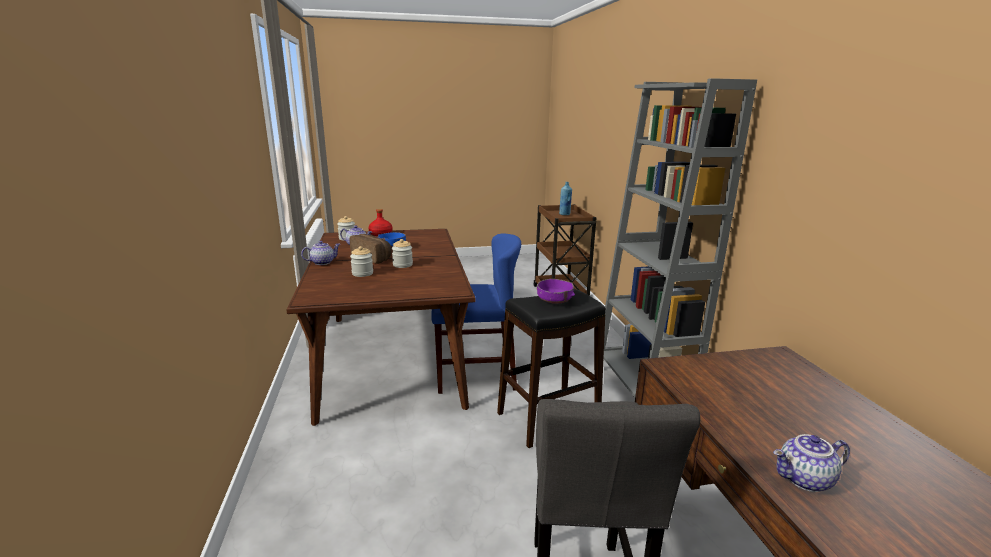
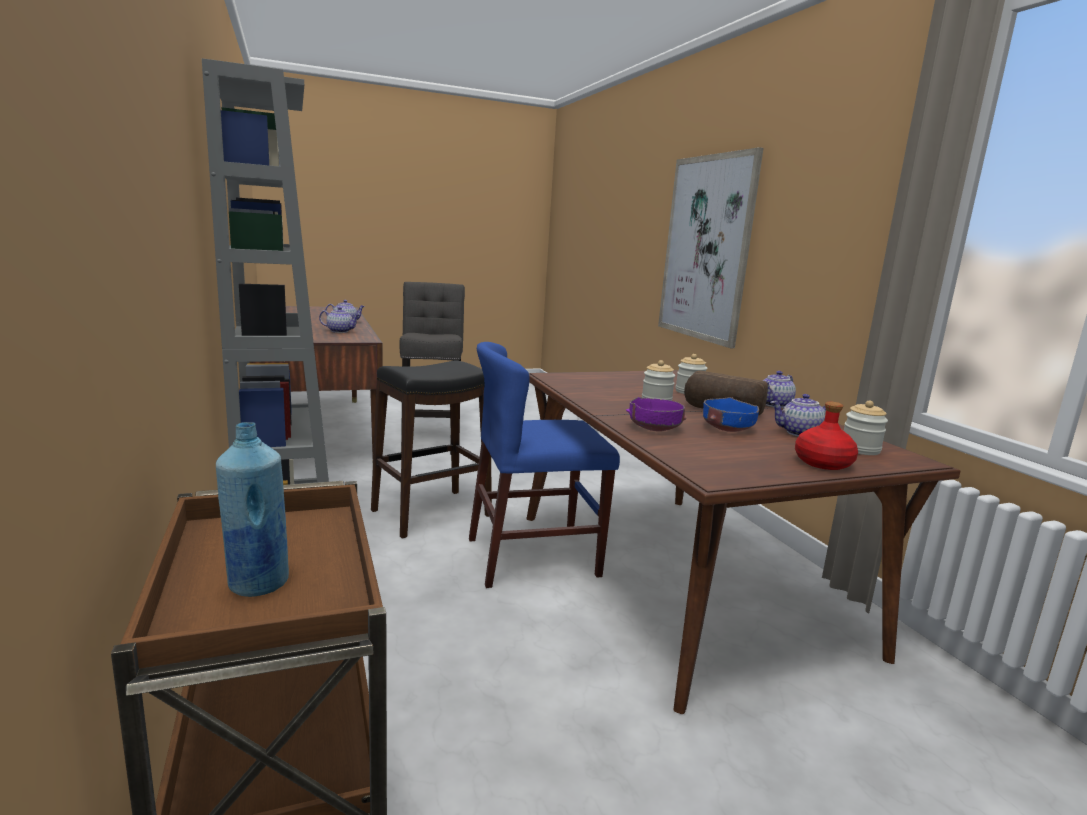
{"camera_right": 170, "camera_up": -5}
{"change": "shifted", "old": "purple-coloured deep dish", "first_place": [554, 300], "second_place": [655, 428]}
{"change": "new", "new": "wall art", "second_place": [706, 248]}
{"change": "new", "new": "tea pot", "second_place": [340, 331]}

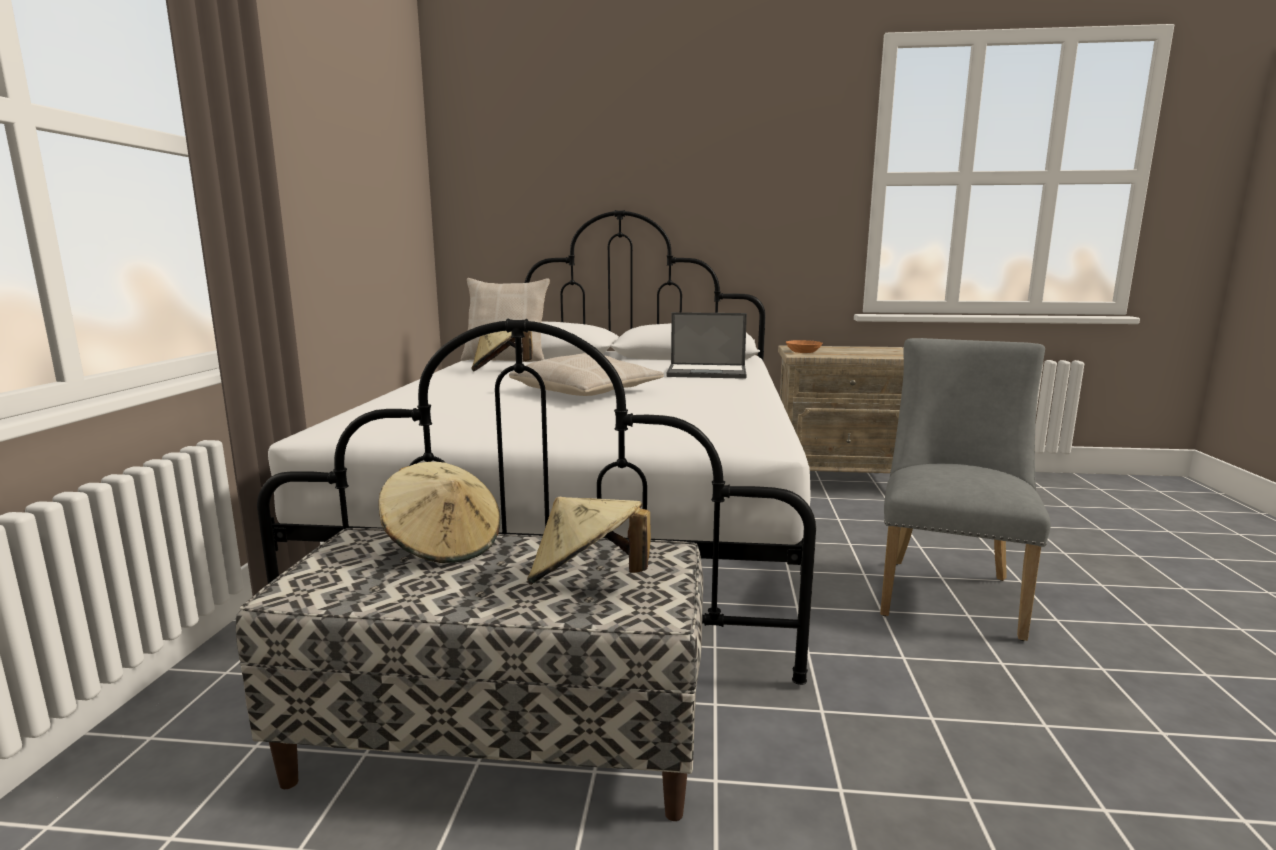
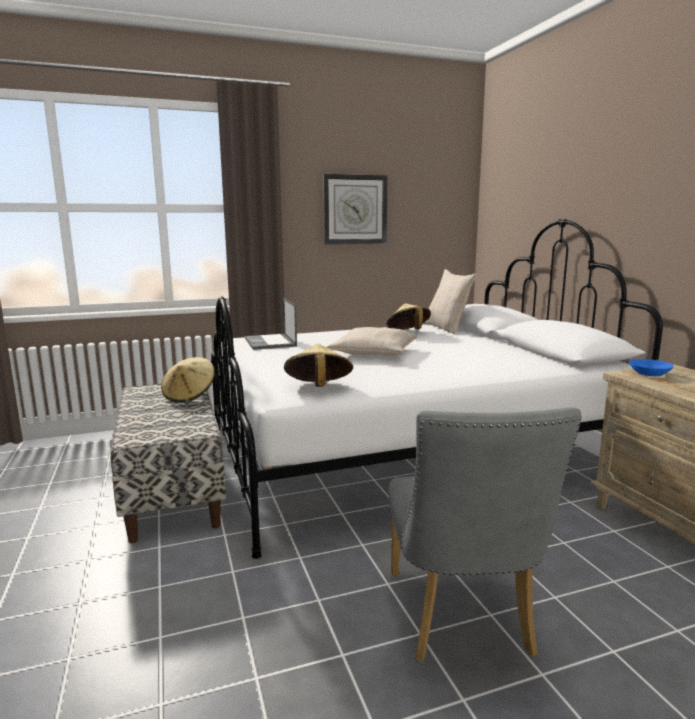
{"camera_right": 65, "camera_up": 0}
{"change": "shifted", "old": "laptop", "first_place": [708, 372], "second_place": [270, 342]}
{"change": "rotated", "old": "gray upright chair", "first_place": [949, 591], "second_place": [462, 620], "degrees": 90}
{"change": "repainted", "old": "orangey deep dish", "new": "bluish deep dish", "first_place": [802, 352], "second_place": [648, 373]}
{"change": "shifted", "old": "beige hat", "first_place": [587, 581], "second_place": [318, 388]}
{"change": "new", "new": "wall clock", "second_place": [354, 209]}

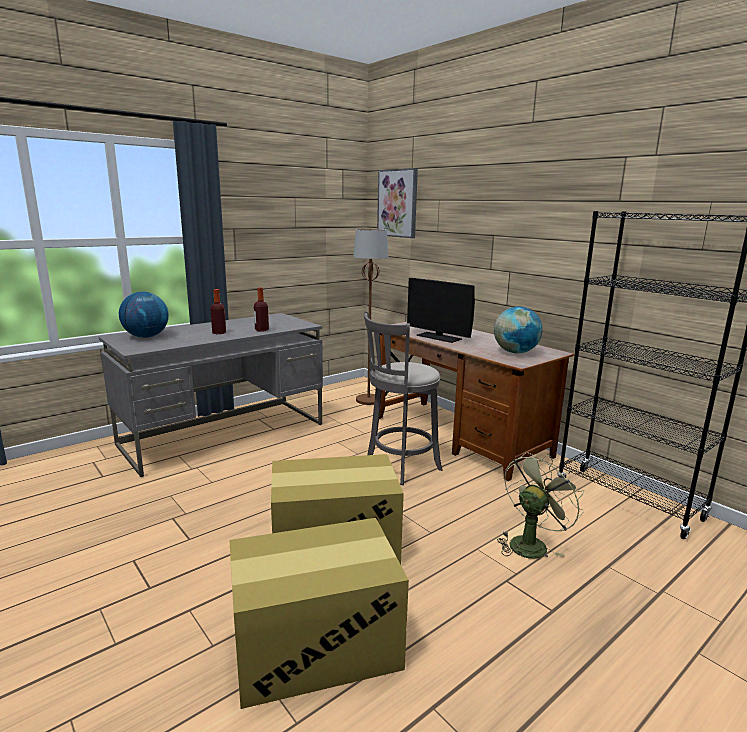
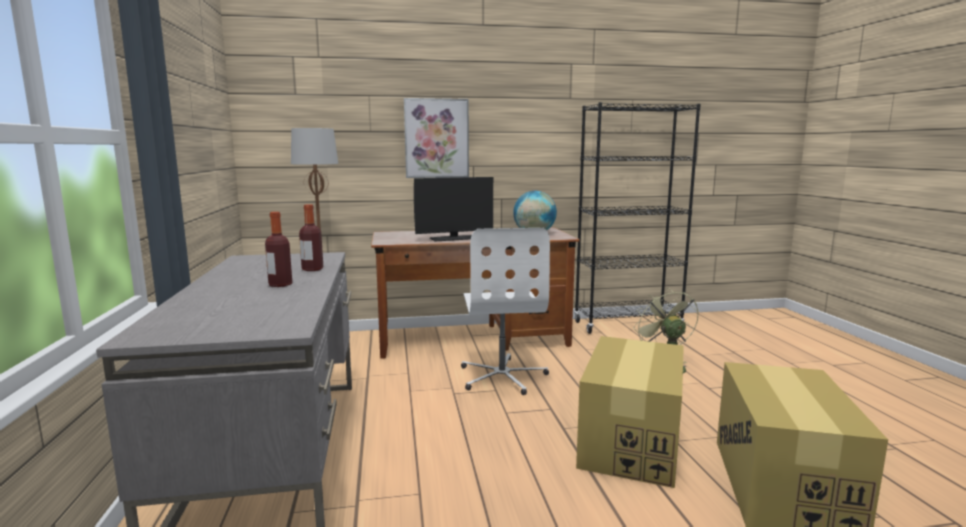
{"camera_right": -60, "camera_up": -5}
{"change": "shifted", "old": "wall art", "first_place": [398, 203], "second_place": [436, 138]}
{"change": "gone", "old": "desk globe", "first_place": [146, 337]}
{"change": "swapped", "old": "gray stool seat", "new": "white-coloured office chair", "first_place": [399, 466], "second_place": [502, 376]}

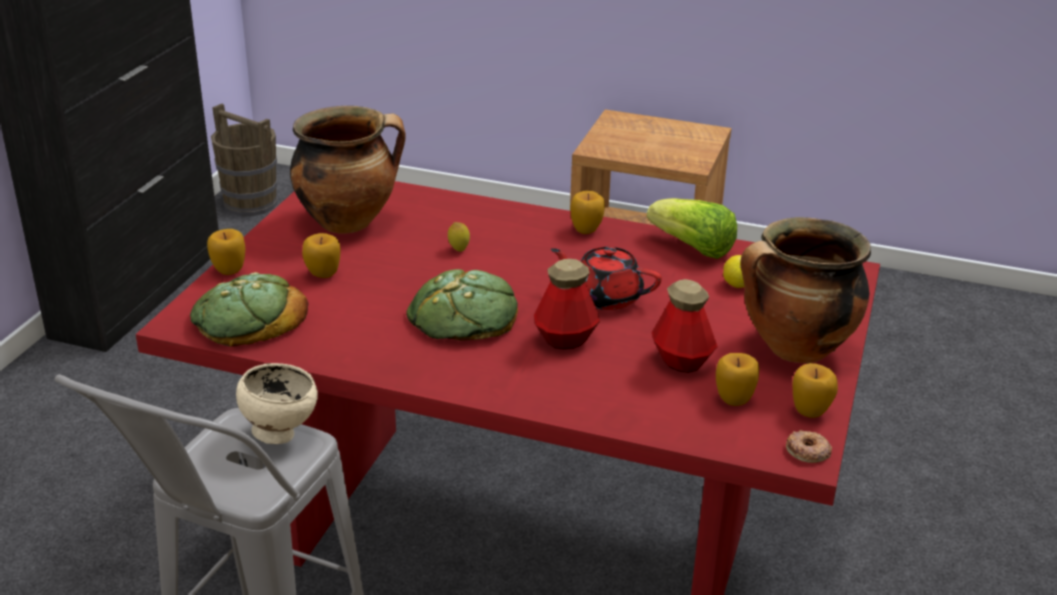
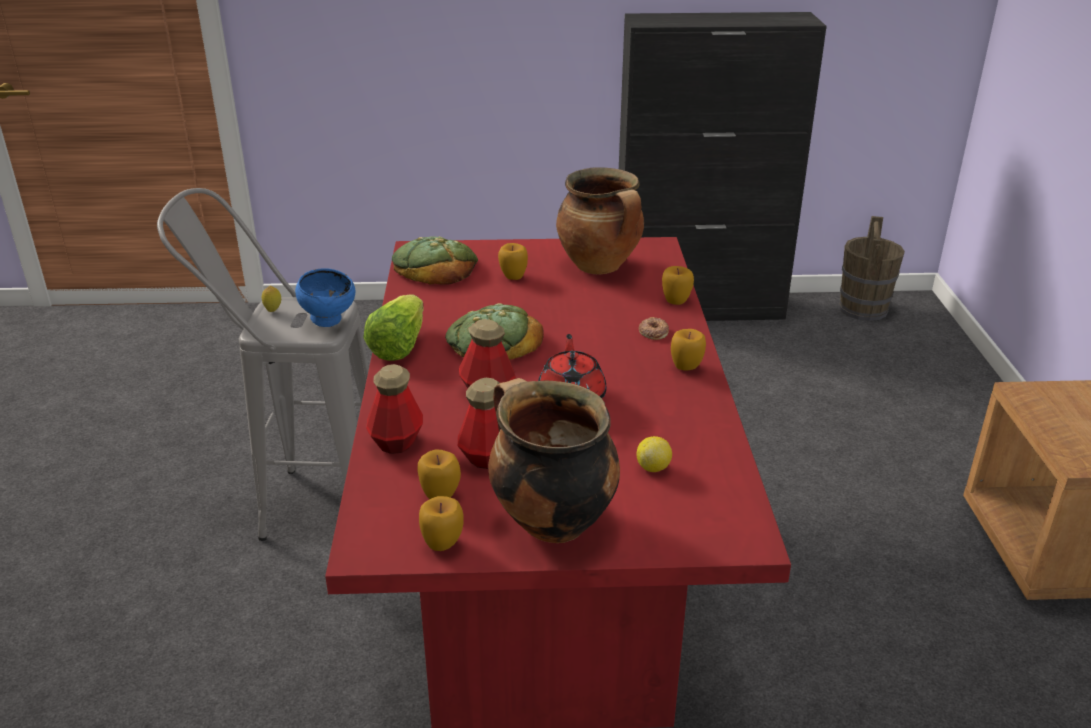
{"camera_right": 70, "camera_up": 0}
{"change": "shifted", "old": "lettuce", "first_place": [693, 248], "second_place": [398, 346]}
{"change": "shifted", "old": "whole lemon", "first_place": [458, 250], "second_place": [273, 310]}
{"change": "shifted", "old": "apple", "first_place": [229, 270], "second_place": [676, 301]}
{"change": "repainted", "old": "beige deep dish", "new": "bluish deep dish", "first_place": [279, 433], "second_place": [329, 322]}
{"change": "shifted", "old": "donut", "first_place": [807, 451], "second_place": [653, 332]}
{"change": "new", "new": "drink bottle", "second_place": [396, 442]}

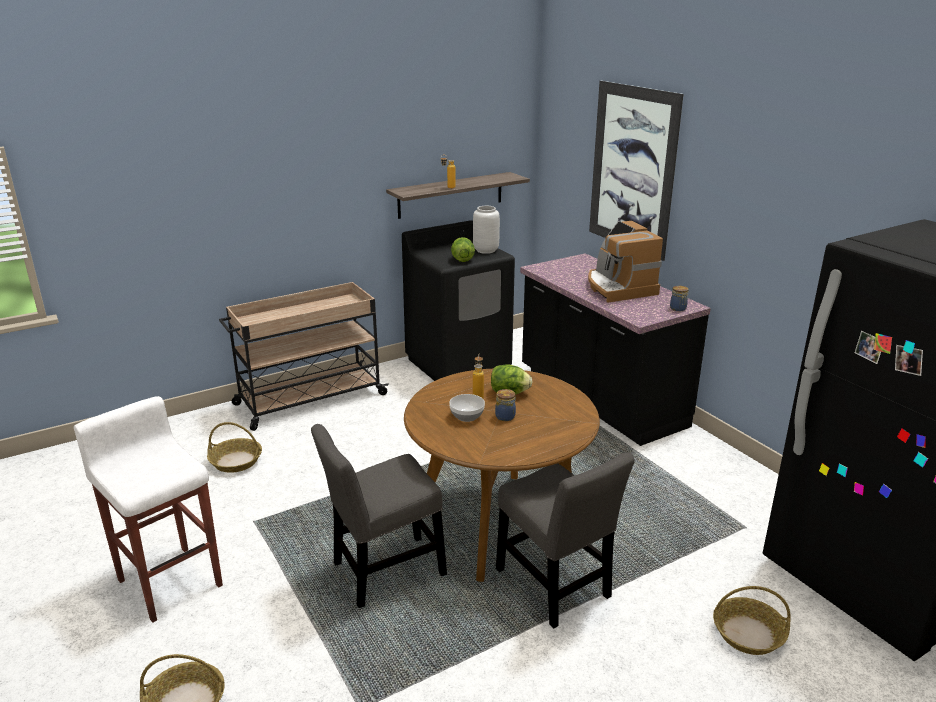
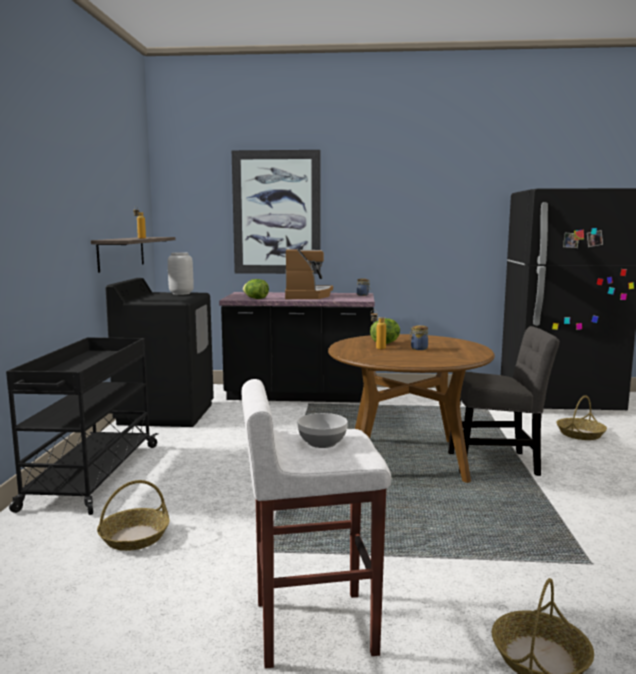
{"camera_right": -55, "camera_up": -15}
{"change": "rotated", "old": "coffee maker", "first_place": [618, 288], "second_place": [307, 296], "degrees": -105}
{"change": "shifted", "old": "lettuce", "first_place": [462, 260], "second_place": [256, 298]}
{"change": "repainted", "old": "beige cart", "new": "blackish cart", "first_place": [309, 400], "second_place": [91, 476]}
{"change": "shifted", "old": "deep dish", "first_place": [466, 416], "second_place": [321, 443]}
{"change": "gone", "old": "gray upright chair", "first_place": [383, 572]}

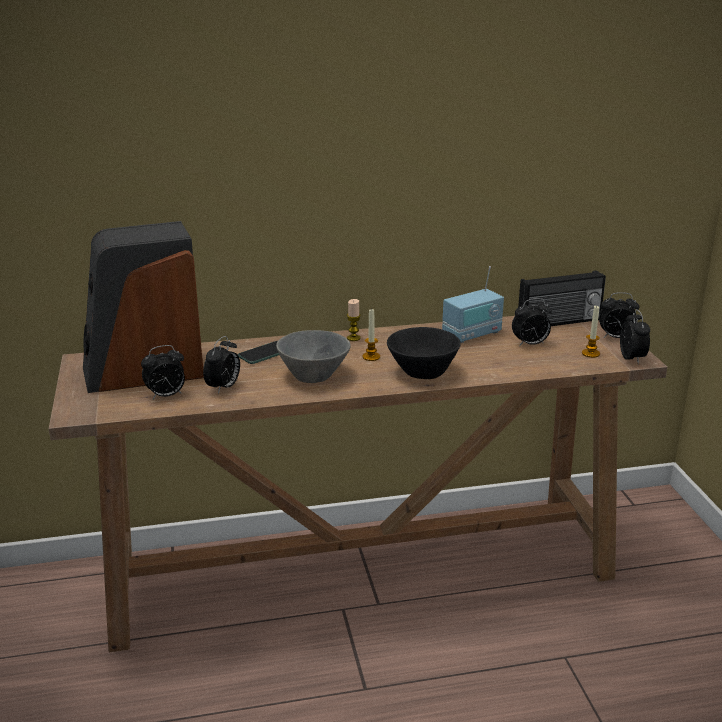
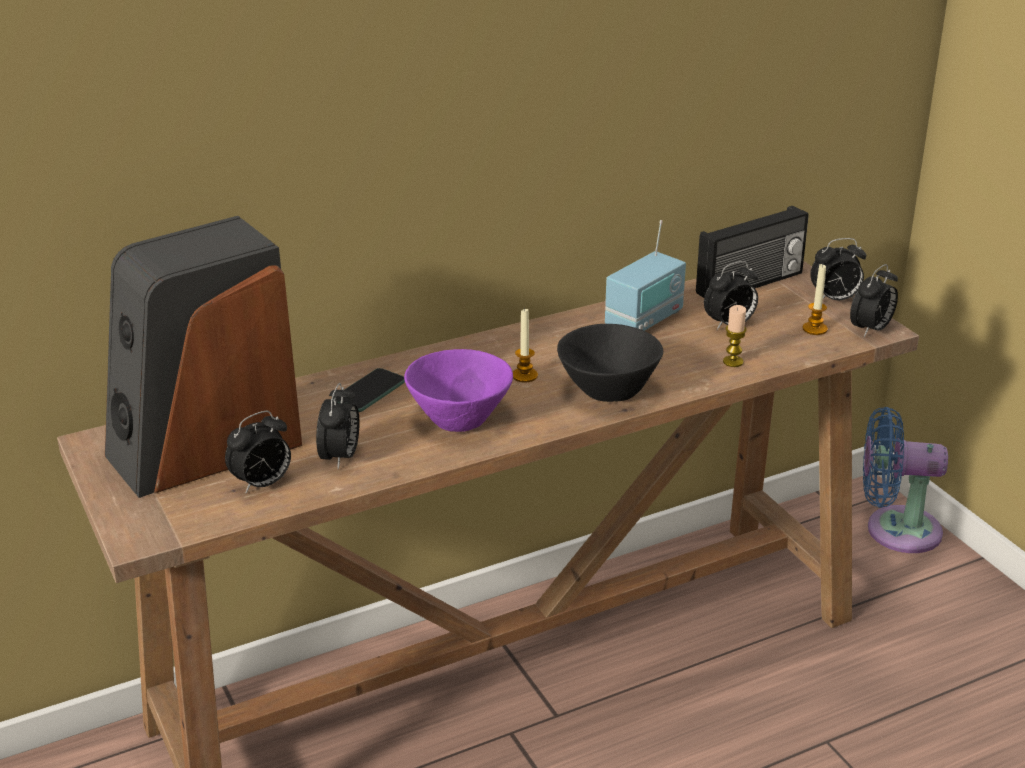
{"camera_right": -15, "camera_up": 5}
{"change": "shifted", "old": "wax light", "first_place": [353, 338], "second_place": [733, 362]}
{"change": "rotated", "old": "alarm clock", "first_place": [632, 359], "second_place": [871, 330], "degrees": 60}
{"change": "repainted", "old": "gray deep dish", "new": "purple-coloured deep dish", "first_place": [316, 375], "second_place": [462, 417]}
{"change": "new", "new": "bluish fan", "second_place": [895, 529]}

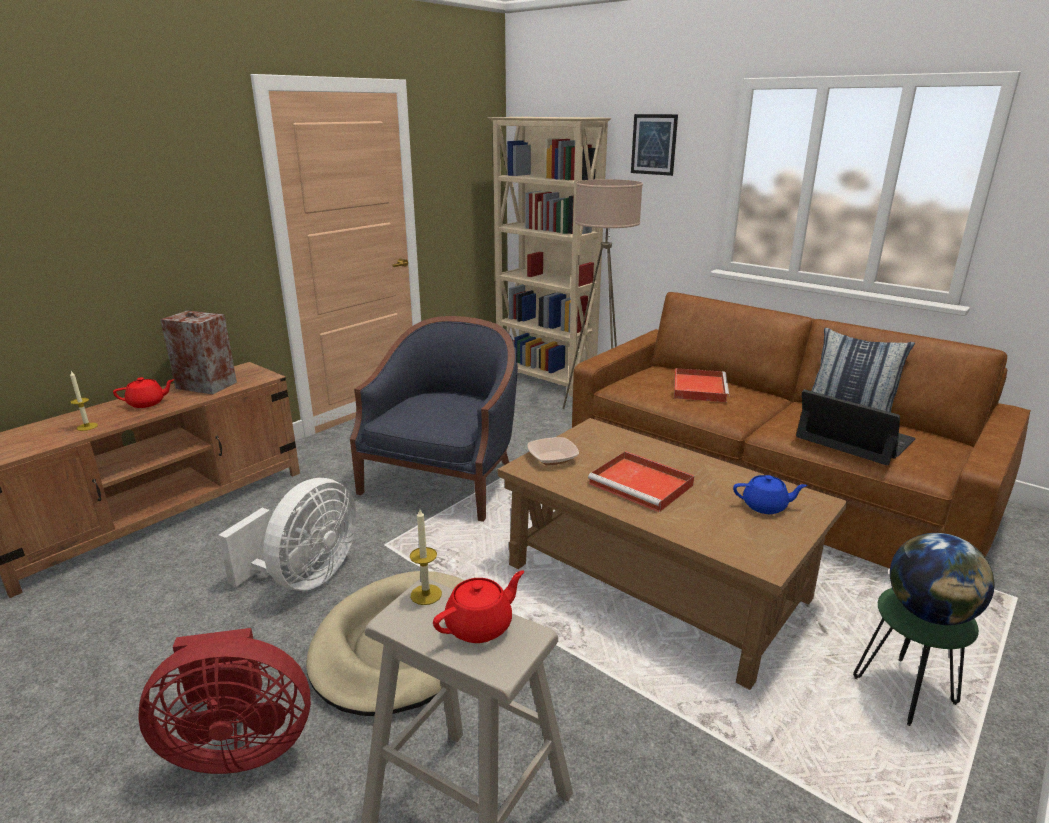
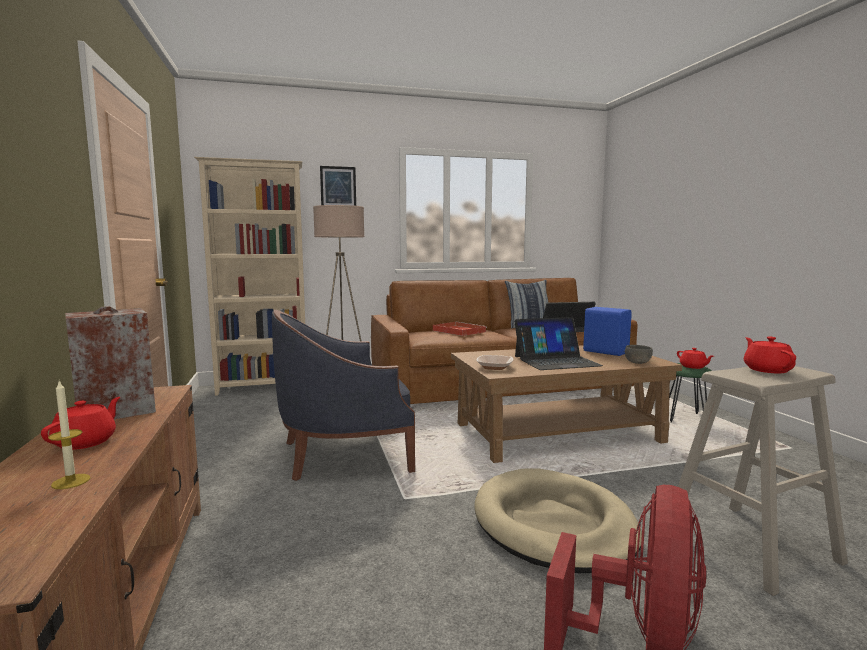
{"camera_right": -55, "camera_up": -15}
{"change": "rotated", "old": "bluish armchair", "first_place": [445, 480], "second_place": [344, 453], "degrees": -75}
{"change": "swapped", "old": "red-coloured serving tray", "new": "laptop", "first_place": [642, 485], "second_place": [556, 361]}
{"change": "swapped", "old": "bluish tea pot", "new": "bluish audio speaker", "first_place": [765, 506], "second_place": [605, 352]}
{"change": "gone", "old": "white-coloured fan", "first_place": [305, 578]}
{"change": "gone", "old": "wax light", "first_place": [426, 594]}
{"change": "swapped", "old": "desk globe", "new": "red-coloured tea pot", "first_place": [929, 614], "second_place": [693, 367]}
{"change": "new", "new": "gray deep dish", "second_place": [637, 362]}

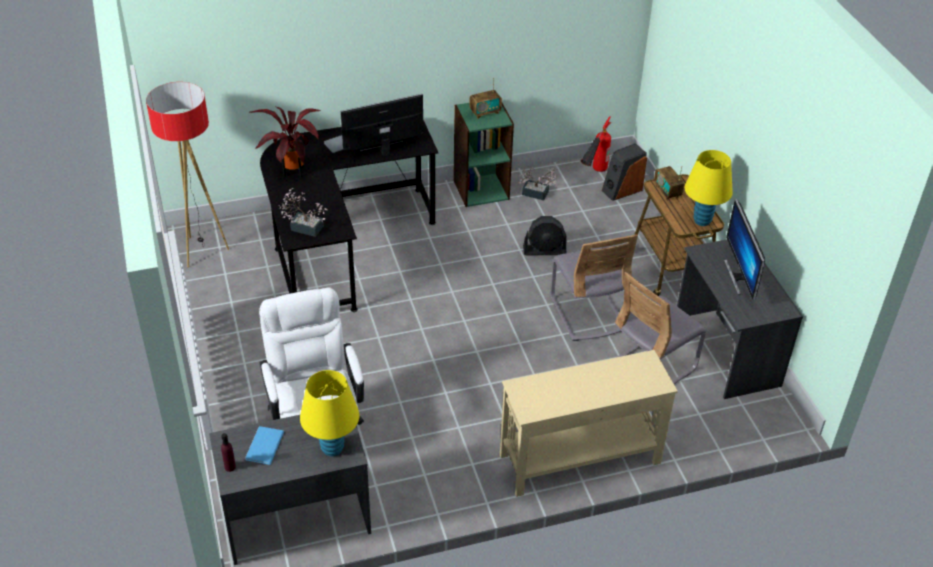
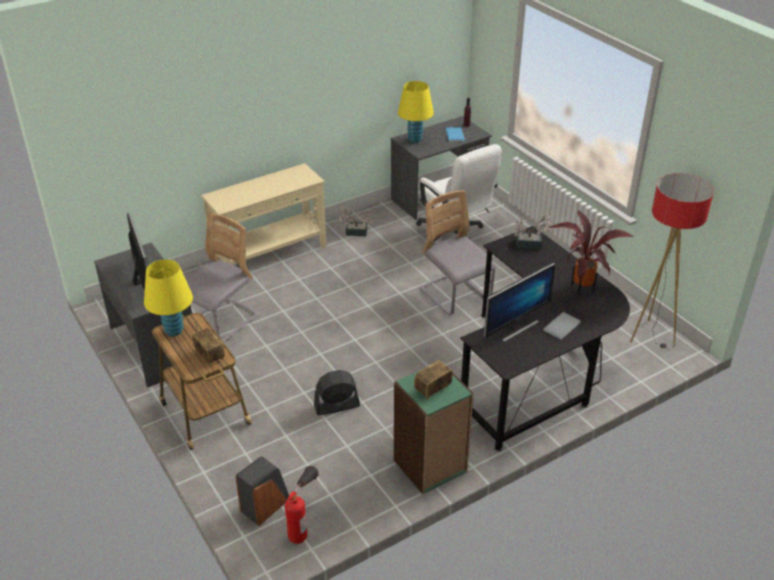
{"camera_right": 165, "camera_up": -5}
{"change": "shifted", "old": "plant in a pot", "first_place": [538, 194], "second_place": [353, 231]}
{"change": "shifted", "old": "gray upright chair", "first_place": [588, 313], "second_place": [455, 295]}

